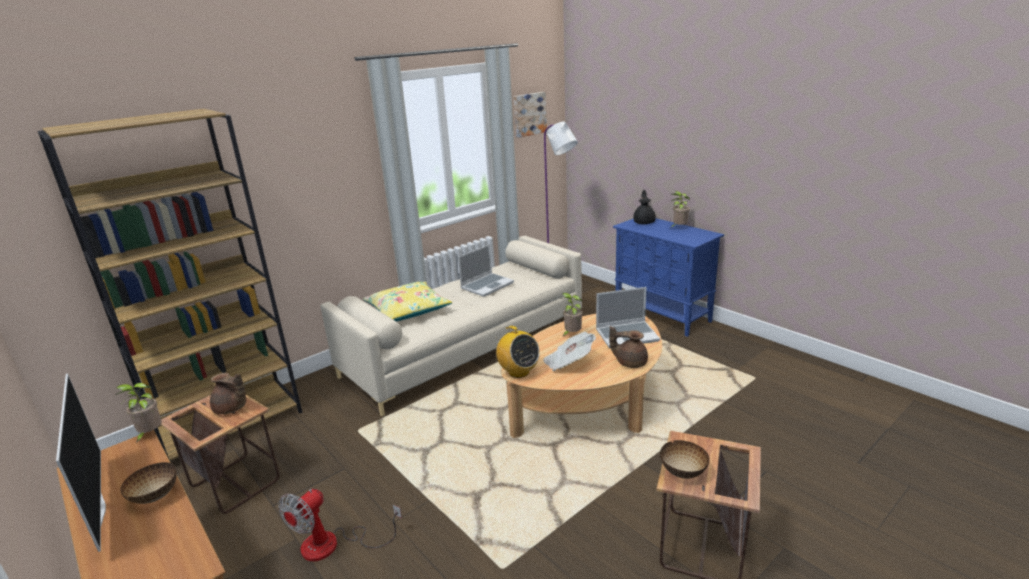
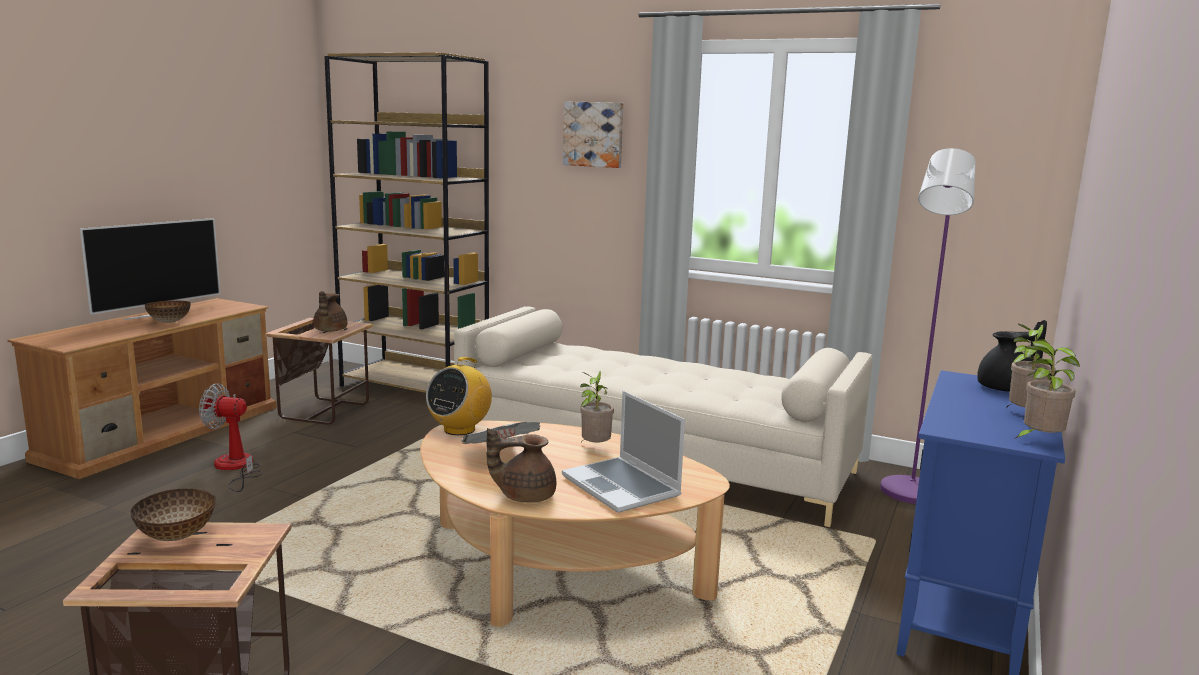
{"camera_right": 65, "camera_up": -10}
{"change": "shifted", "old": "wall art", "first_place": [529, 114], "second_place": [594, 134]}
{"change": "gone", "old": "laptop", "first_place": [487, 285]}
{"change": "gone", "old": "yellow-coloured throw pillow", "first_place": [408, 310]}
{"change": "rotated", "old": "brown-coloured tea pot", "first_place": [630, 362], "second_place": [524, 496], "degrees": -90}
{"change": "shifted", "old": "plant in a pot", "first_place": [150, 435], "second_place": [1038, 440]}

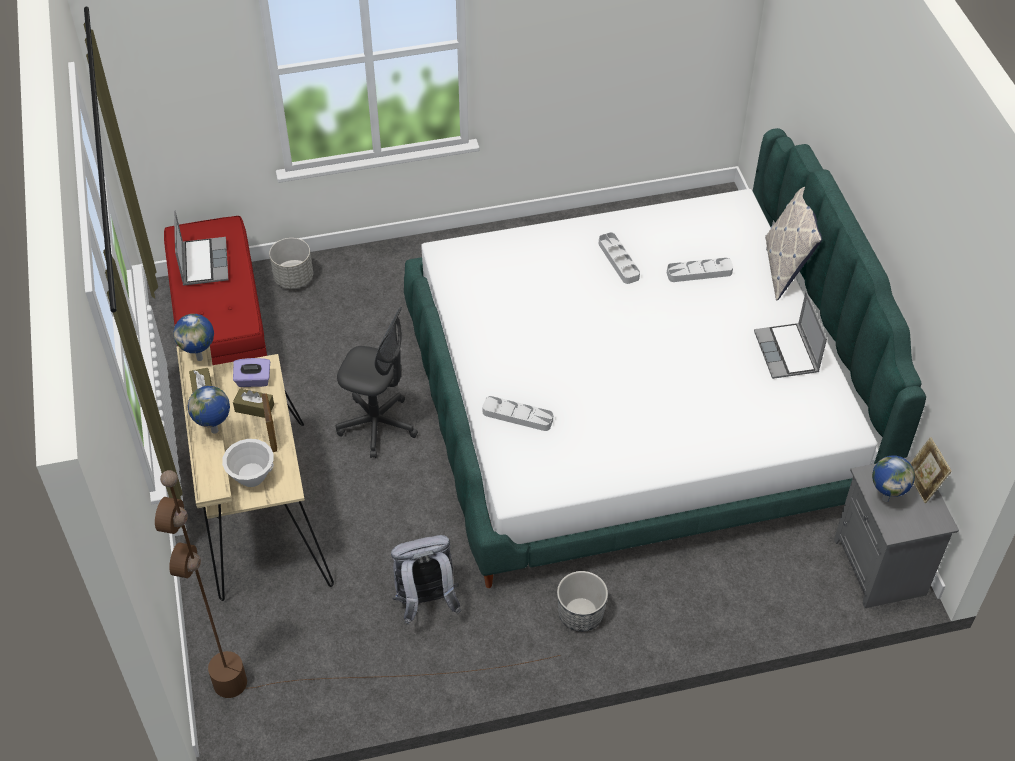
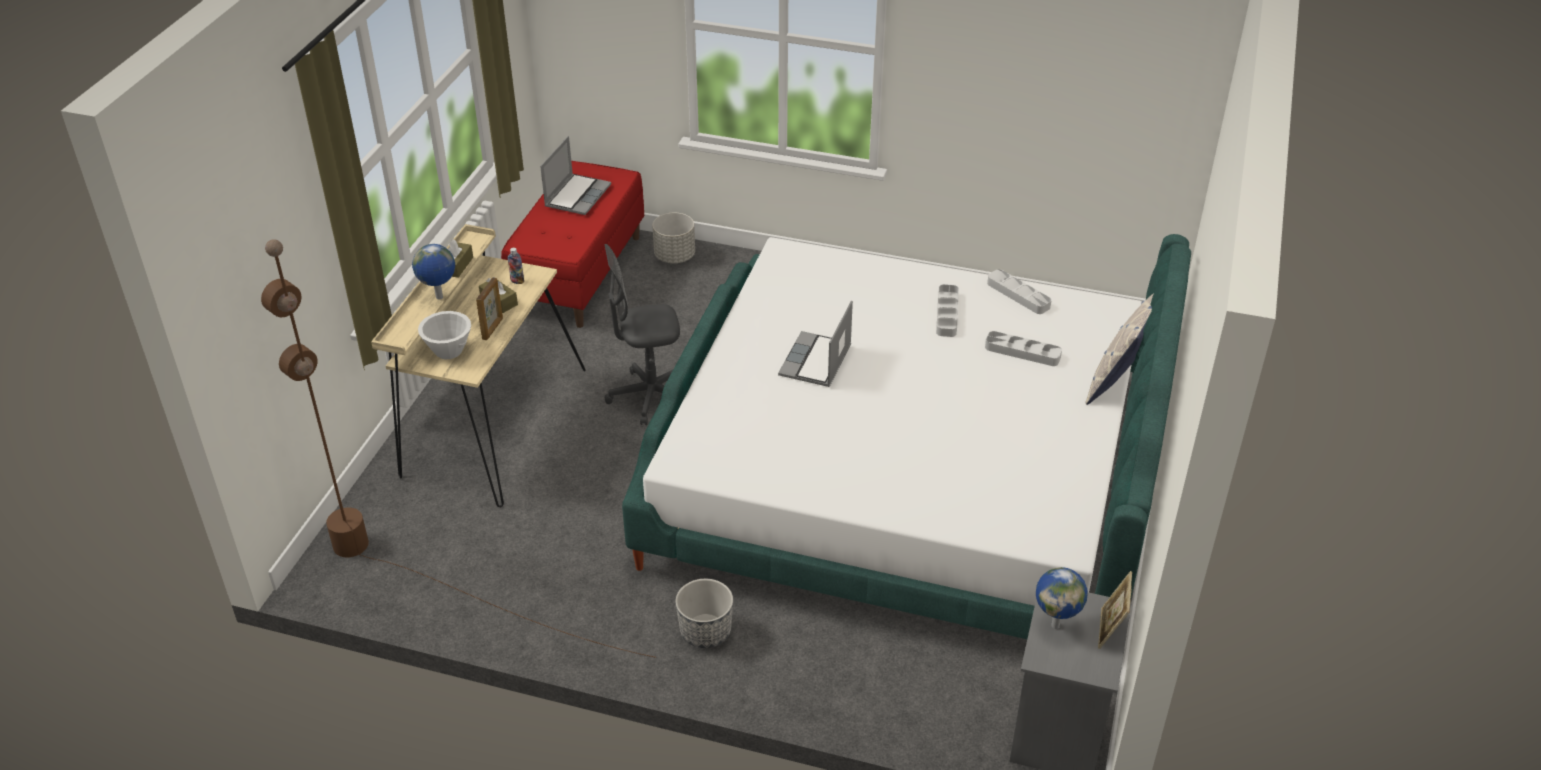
{"camera_right": 30, "camera_up": -10}
{"change": "shifted", "old": "laptop", "first_place": [787, 353], "second_place": [816, 362]}
{"change": "rotated", "old": "gray office chair", "first_place": [377, 425], "second_place": [650, 397], "degrees": 120}
{"change": "gone", "old": "desk globe", "first_place": [200, 358]}
{"change": "swapped", "old": "purple-coloured tissue box", "new": "drink bottle", "first_place": [253, 380], "second_place": [517, 281]}
{"change": "shifted", "old": "gray serving tray", "first_place": [517, 416], "second_place": [1018, 295]}
{"change": "gone", "old": "gray knapsack", "first_place": [426, 602]}

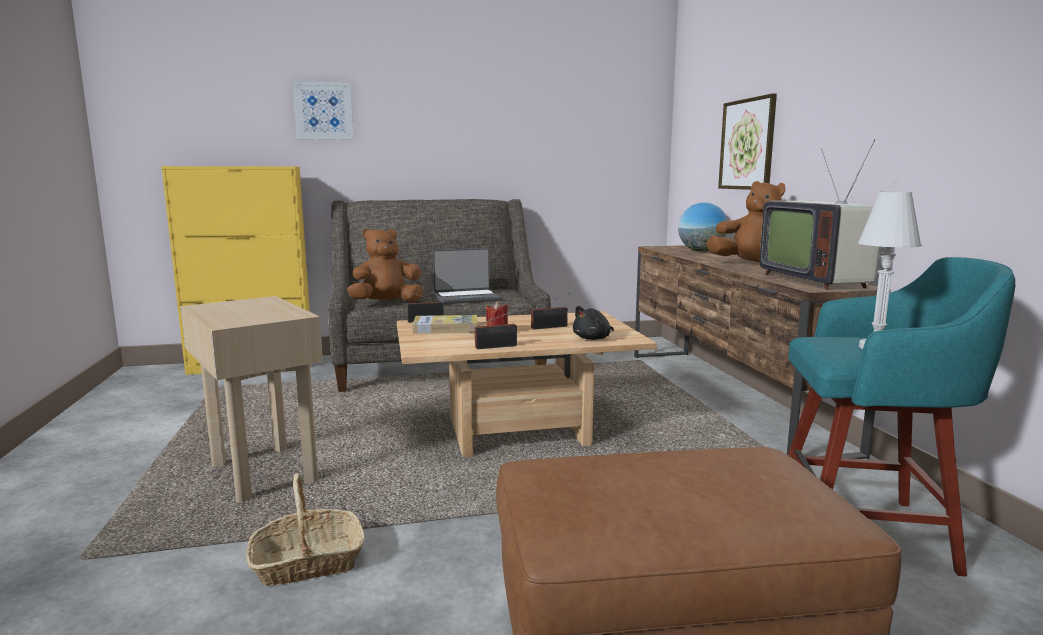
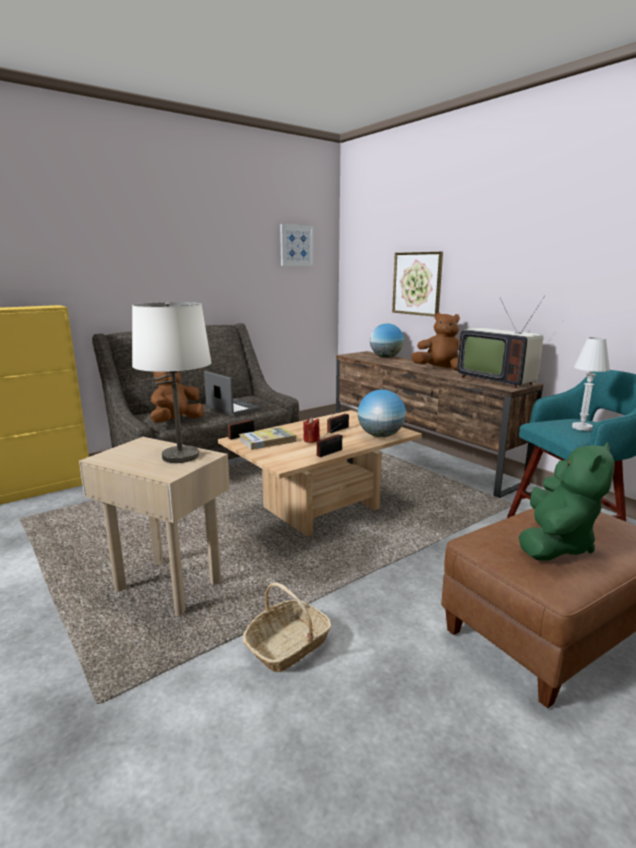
{"camera_right": -25, "camera_up": 5}
{"change": "shifted", "old": "wall art", "first_place": [323, 111], "second_place": [296, 245]}
{"change": "rotated", "old": "laptop", "first_place": [467, 298], "second_place": [233, 408], "degrees": -90}
{"change": "swapped", "old": "blackish soft toy", "new": "desk globe", "first_place": [593, 339], "second_place": [380, 436]}
{"change": "new", "new": "white-coloured tabletop lamp", "second_place": [180, 456]}
{"change": "new", "new": "green-coloured soft toy", "second_place": [555, 544]}

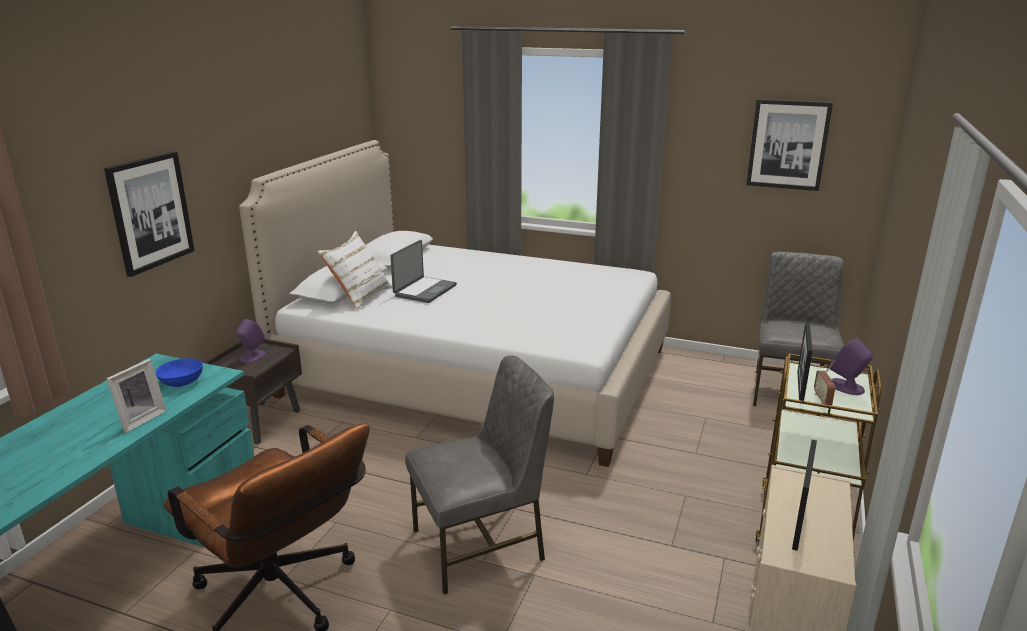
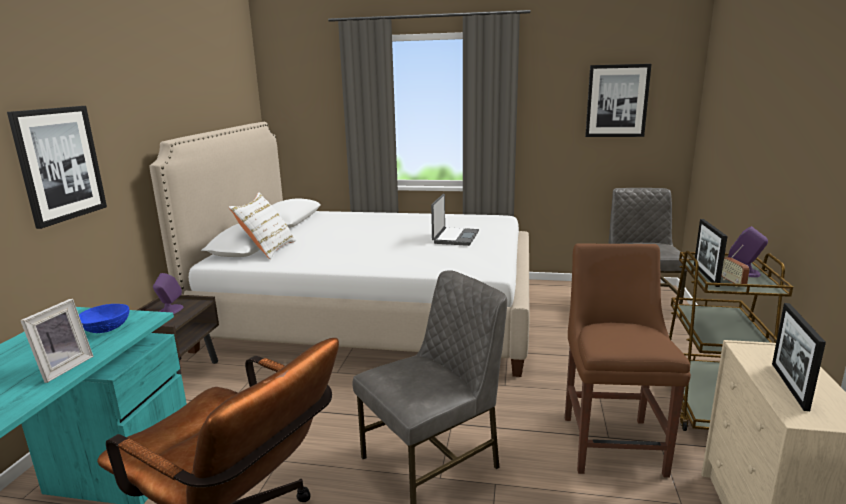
{"camera_right": -10, "camera_up": -5}
{"change": "shifted", "old": "laptop", "first_place": [424, 290], "second_place": [454, 237]}
{"change": "new", "new": "brown-coloured upright chair", "second_place": [612, 441]}

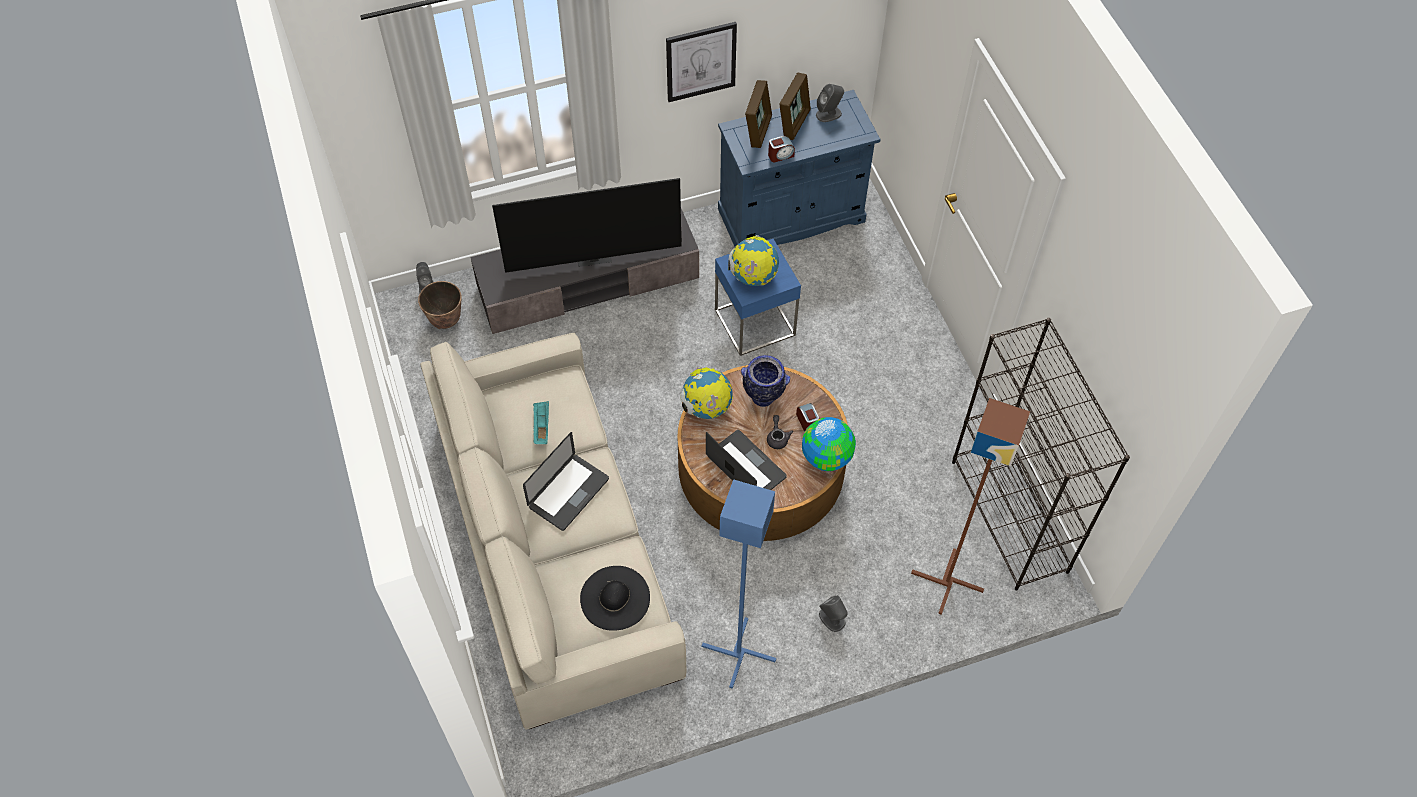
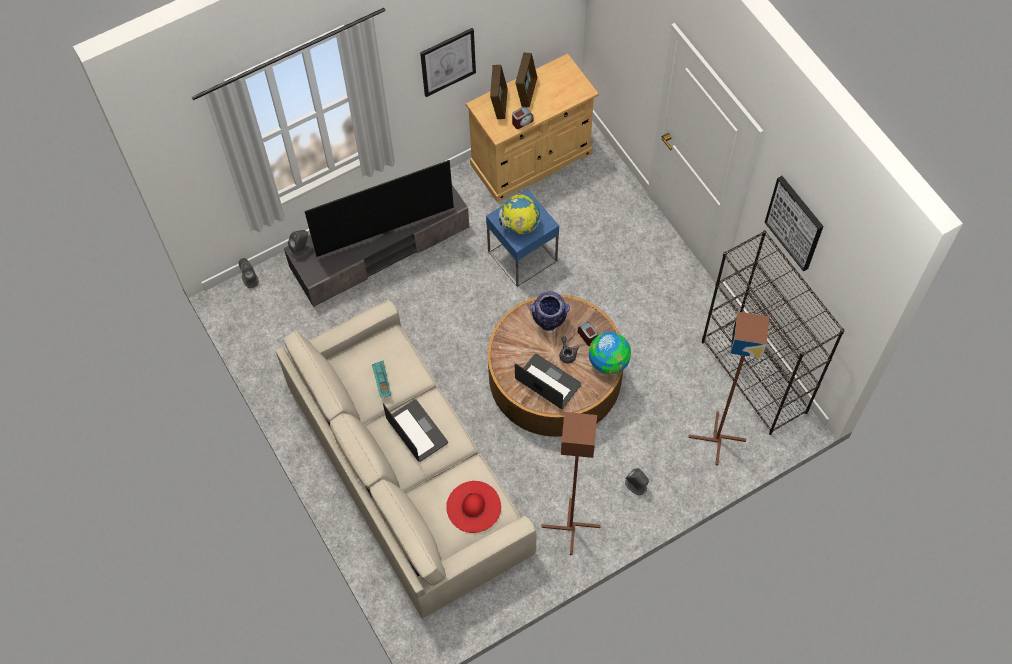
{"camera_right": -10, "camera_up": 5}
{"change": "shifted", "old": "gray audio speaker", "first_place": [829, 114], "second_place": [301, 250]}
{"change": "repainted", "old": "bluish cabinet", "new": "beige cabinet", "first_place": [791, 216], "second_place": [531, 159]}
{"change": "gone", "old": "planter", "first_place": [445, 320]}
{"change": "gone", "old": "desk globe", "first_place": [706, 407]}
{"change": "rotated", "old": "laptop", "first_place": [568, 493], "second_place": [417, 431], "degrees": -60}
{"change": "repainted", "old": "bluish standing lamp", "new": "brown-coloured standing lamp", "first_place": [739, 654], "second_place": [571, 527]}
{"change": "repainted", "old": "blackish hat", "new": "red-coloured hat", "first_place": [615, 598], "second_place": [473, 507]}
{"change": "new", "new": "wall art", "second_place": [795, 223]}

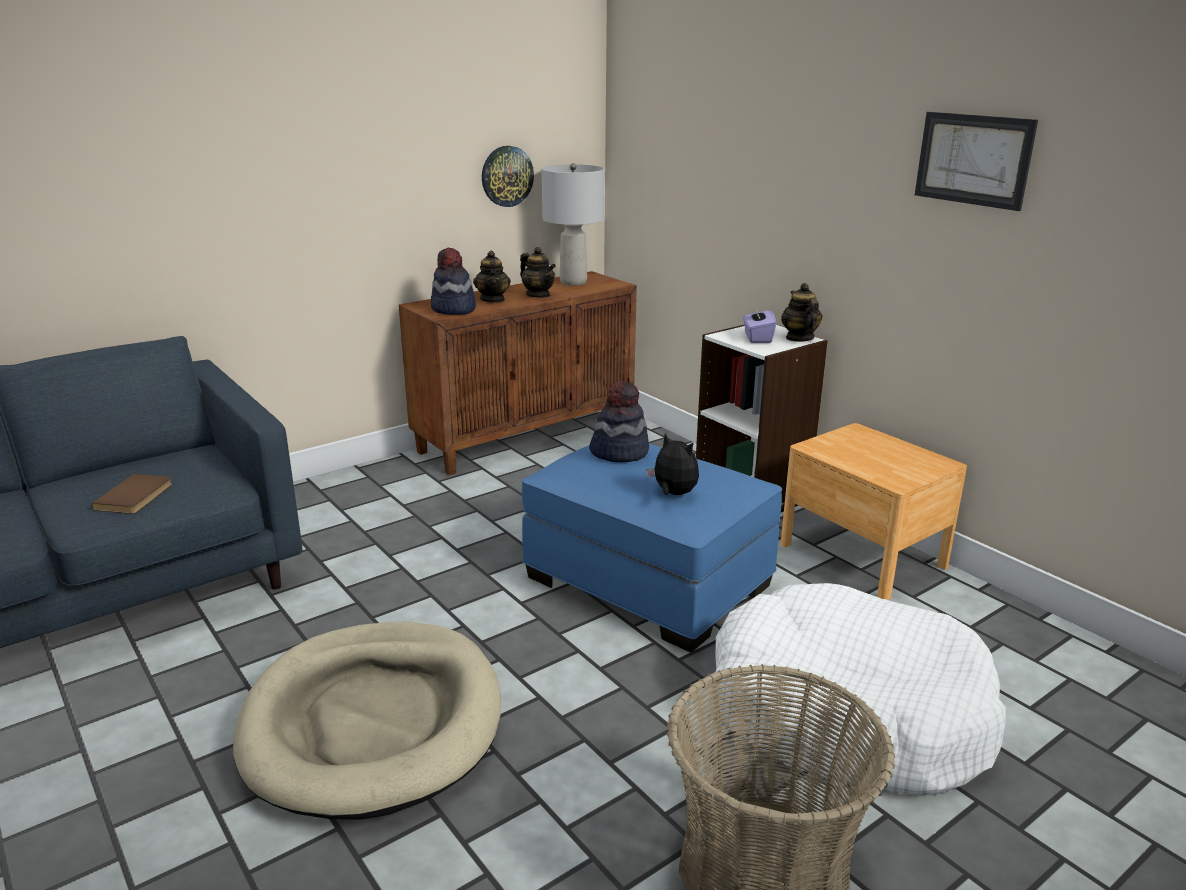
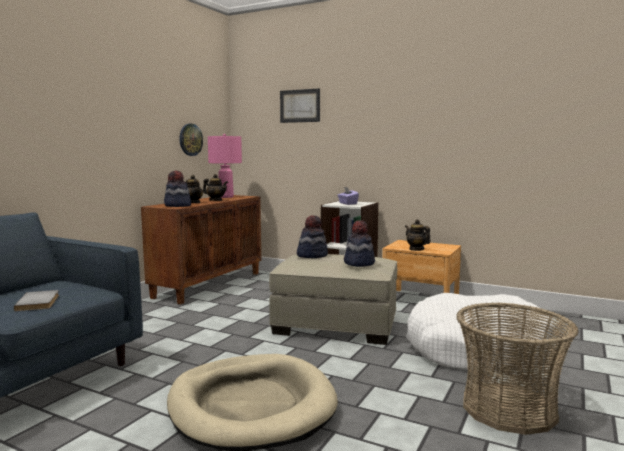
{"camera_right": -25, "camera_up": -15}
{"change": "shifted", "old": "wall art", "first_place": [973, 159], "second_place": [300, 106]}
{"change": "repainted", "old": "gray tabletop lamp", "new": "pink-coloured tabletop lamp", "first_place": [573, 282], "second_place": [226, 197]}
{"change": "shifted", "old": "tea pot", "first_place": [799, 338], "second_place": [416, 249]}
{"change": "swapped", "old": "soft toy", "new": "hat", "first_place": [673, 494], "second_place": [359, 263]}
{"change": "repainted", "old": "bluish pouffe", "new": "beige pouffe", "first_place": [649, 581], "second_place": [336, 325]}
{"change": "repainted", "old": "brown-coloured book", "new": "gray book", "first_place": [136, 497], "second_place": [39, 302]}

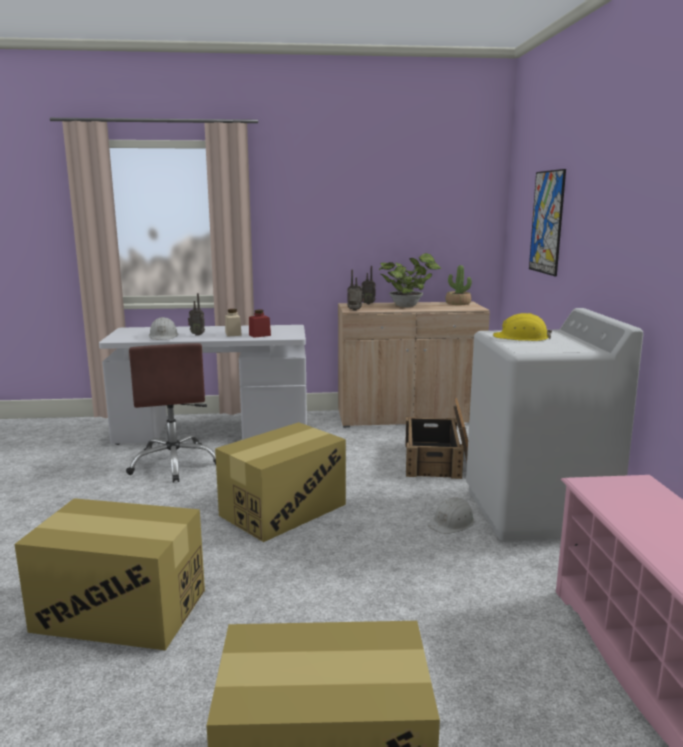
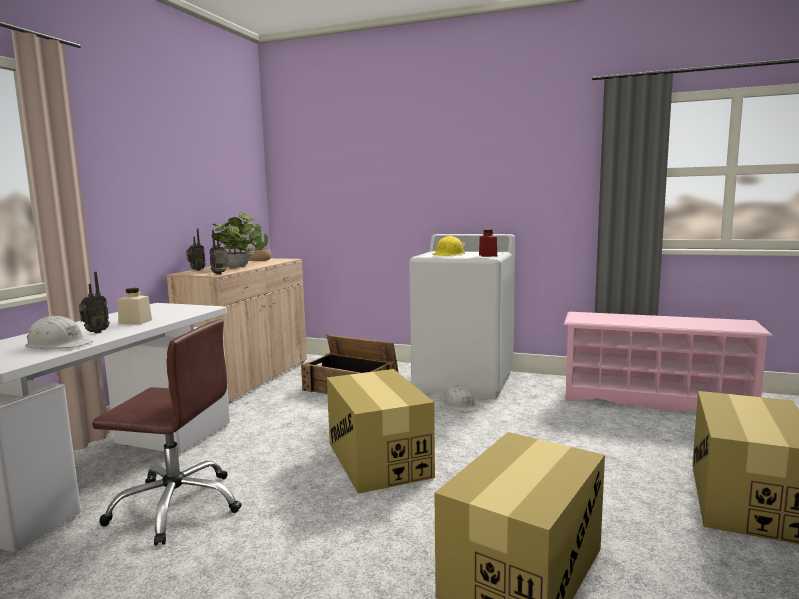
{"camera_right": -65, "camera_up": -5}
{"change": "gone", "old": "wall art", "first_place": [547, 222]}
{"change": "shifted", "old": "red-coloured jar", "first_place": [259, 335], "second_place": [488, 255]}

